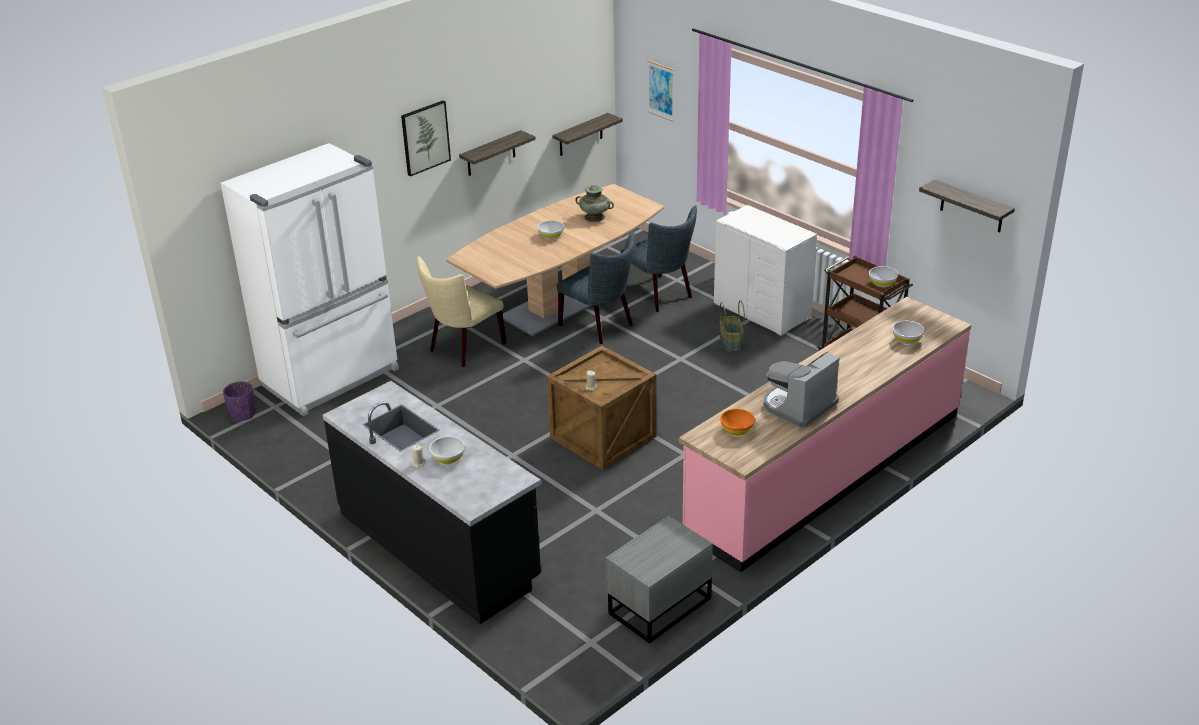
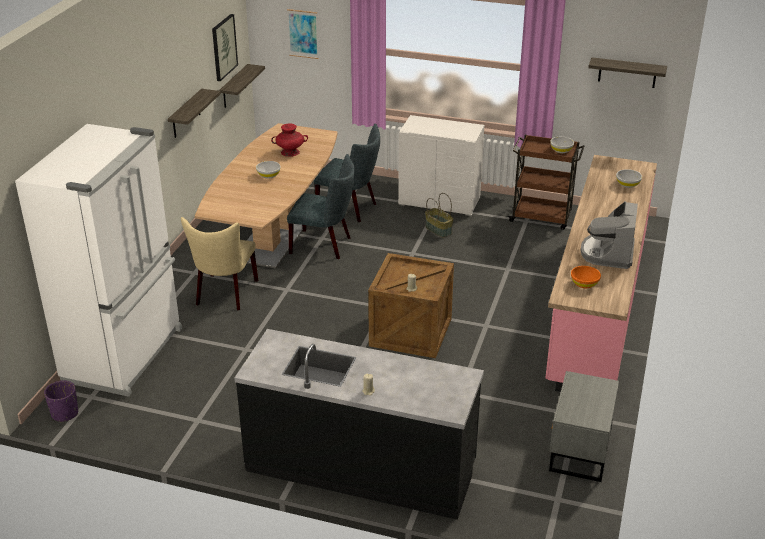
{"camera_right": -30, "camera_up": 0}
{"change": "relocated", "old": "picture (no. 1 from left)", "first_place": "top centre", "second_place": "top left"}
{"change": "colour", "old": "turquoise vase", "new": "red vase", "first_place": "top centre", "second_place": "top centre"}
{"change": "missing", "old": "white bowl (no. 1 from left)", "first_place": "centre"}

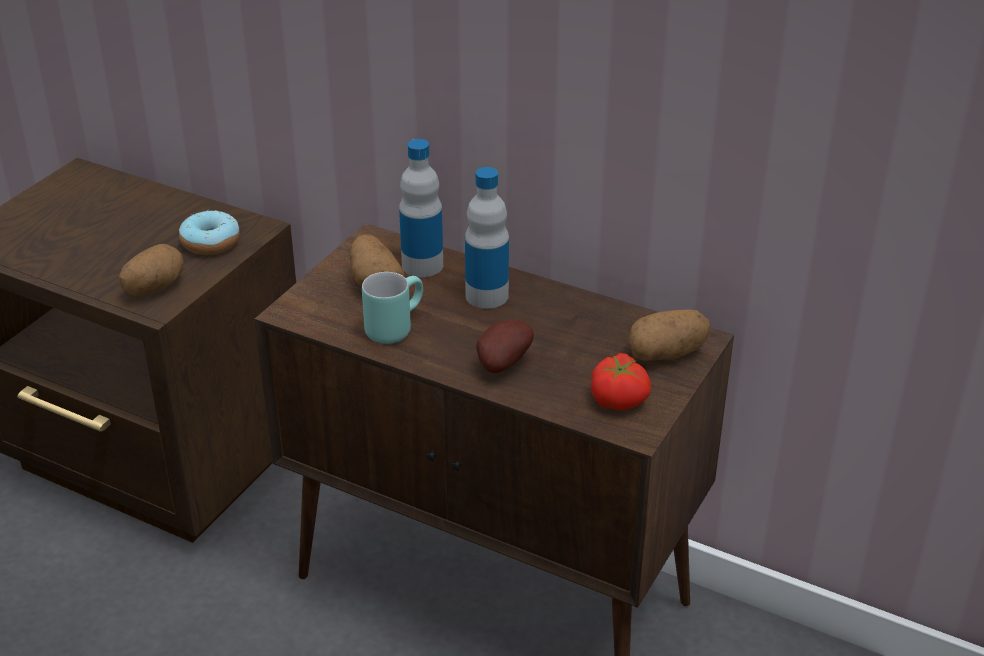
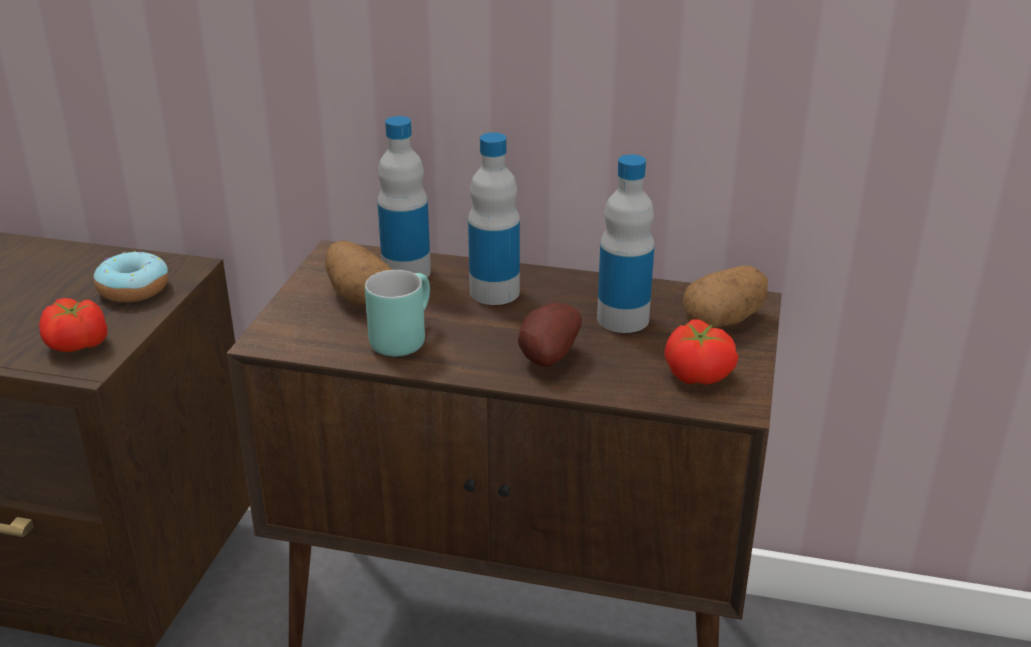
{"camera_right": -15, "camera_up": -5}
{"change": "exchanged", "old": "potato (no. 1 from left)", "new": "tomato (no. 1 from left)", "first_place": "middle left", "second_place": "middle left"}
{"change": "appeared", "new": "bottle (no. 3 from left)", "second_place": "centre"}

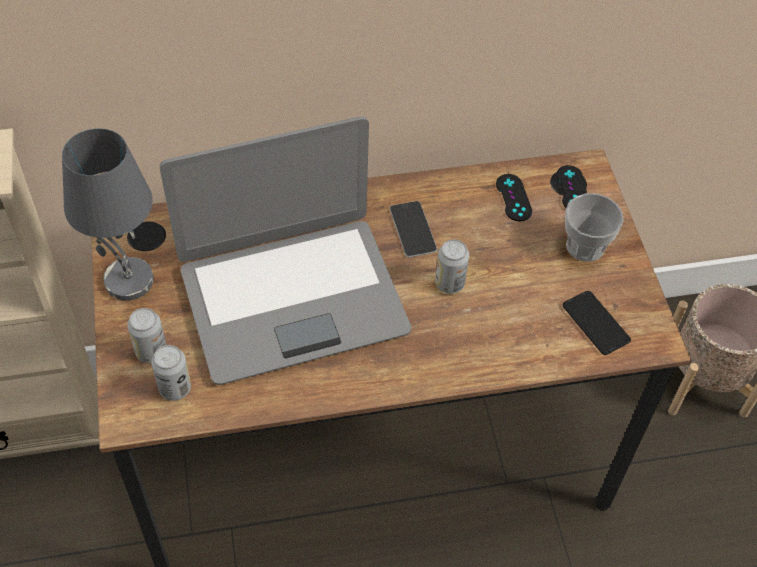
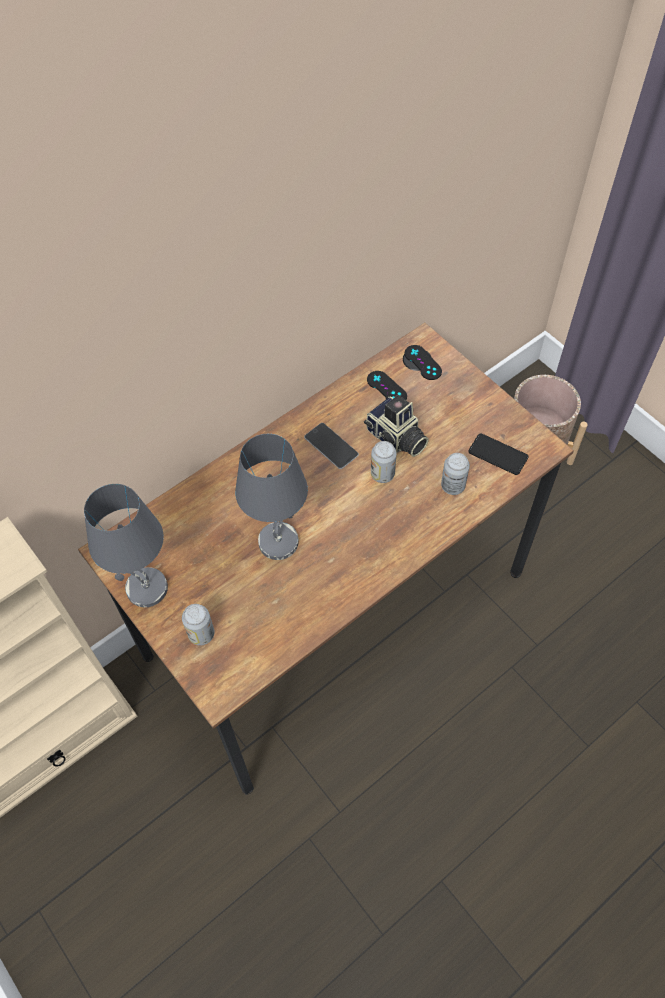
{"camera_right": -25, "camera_up": 5}
{"change": "exchanged", "old": "laptop", "new": "grey table lamp (no. 2 from left)", "first_place": "centre", "second_place": "centre"}
{"change": "missing", "old": "cup", "first_place": "middle right"}
{"change": "relocated", "old": "can (no. 2 from left in the first image)", "new": "can (no. 3 from left)", "first_place": "middle left", "second_place": "middle right"}
{"change": "appeared", "new": "photo camera", "second_place": "centre"}

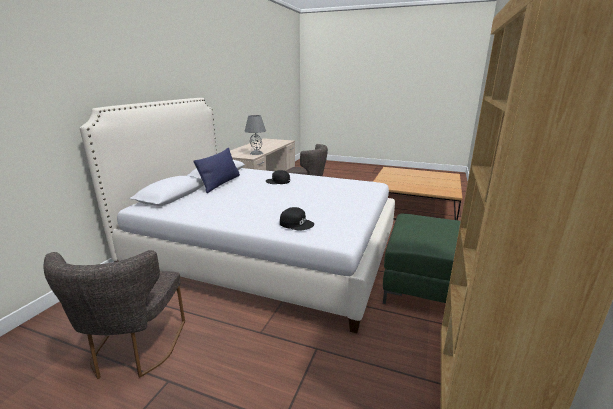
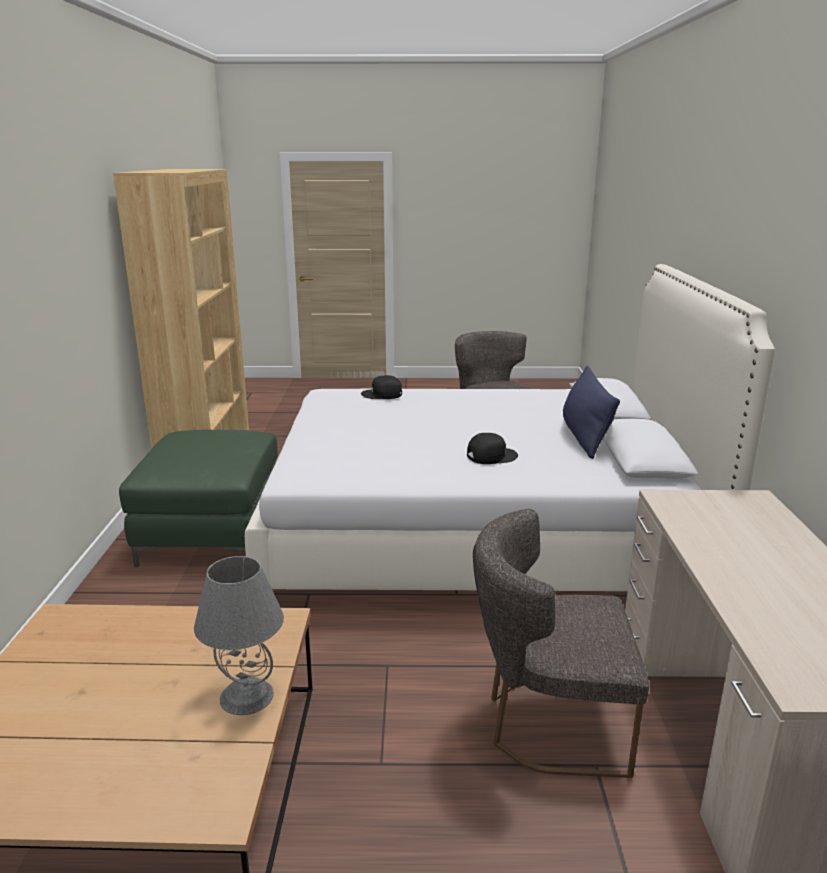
{"camera_right": 160, "camera_up": 0}
{"change": "relocated", "old": "grey table lamp", "first_place": "top centre", "second_place": "bottom left"}

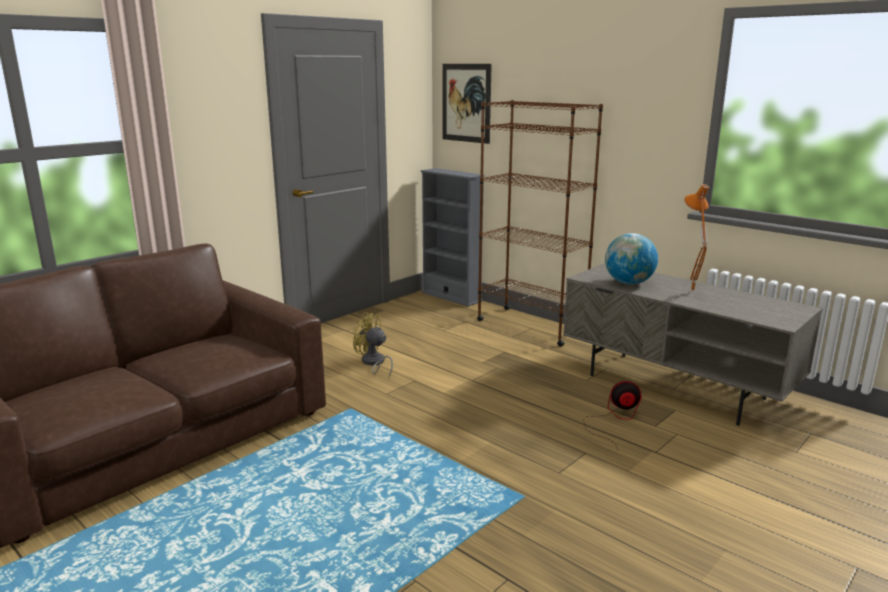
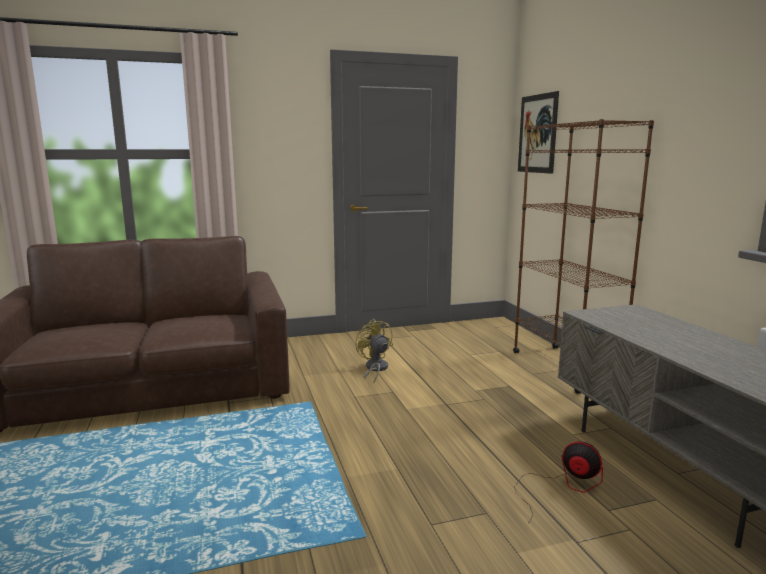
{"camera_right": 30, "camera_up": -5}
{"change": "missing", "old": "grey bookcase", "first_place": "centre"}
{"change": "missing", "old": "orange table lamp", "first_place": "middle right"}
{"change": "missing", "old": "globe", "first_place": "middle right"}

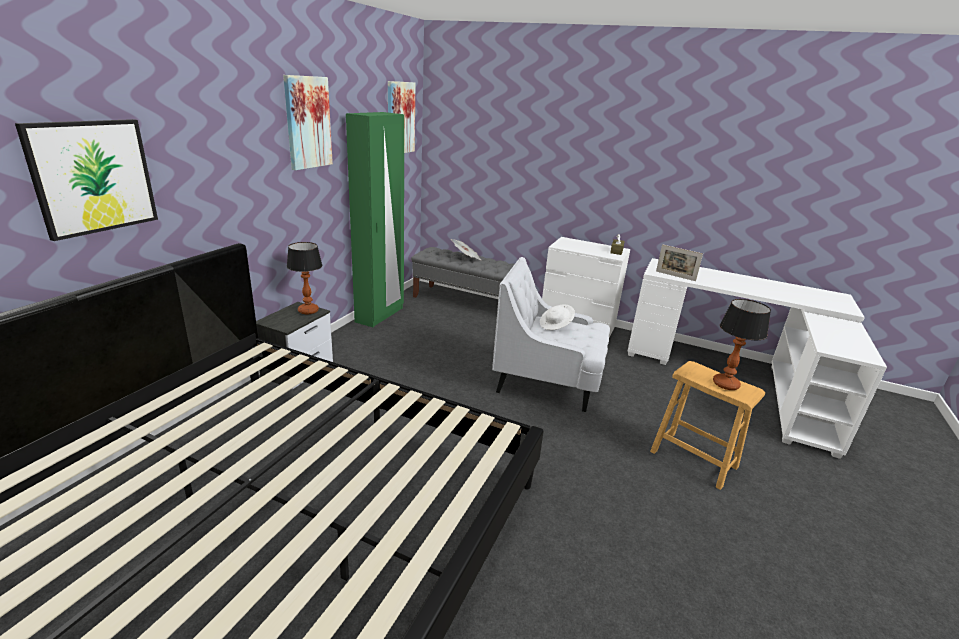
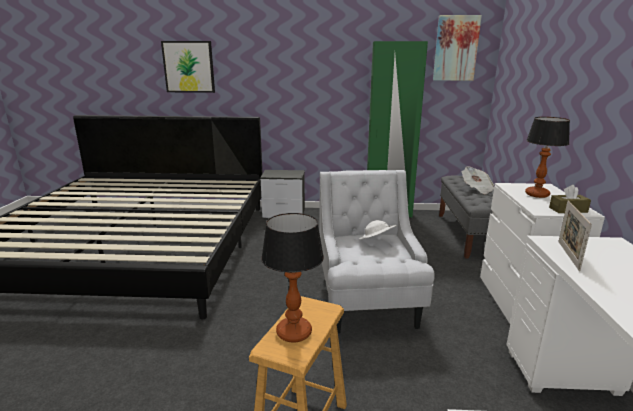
{"camera_right": 70, "camera_up": -5}
{"change": "missing", "old": "picture (no. 2 from left)", "first_place": "top left"}
{"change": "relocated", "old": "table lamp (no. 1 from left in the first image)", "new": "table lamp (no. 2 from left)", "first_place": "middle left", "second_place": "middle right"}

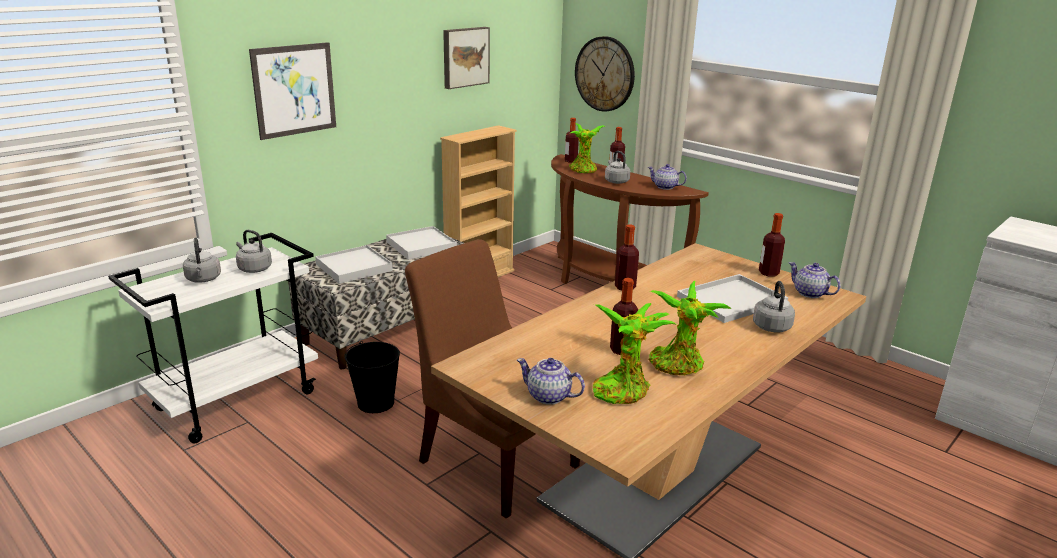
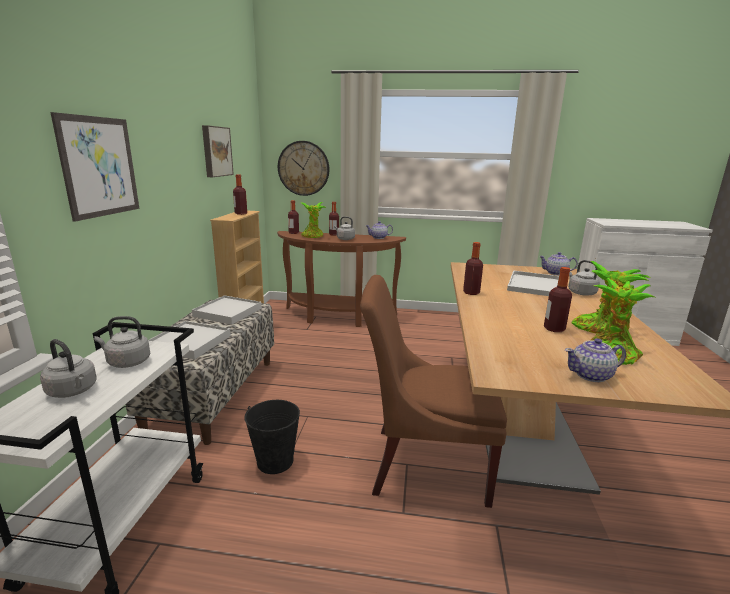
{"camera_right": -35, "camera_up": -5}
{"change": "relocated", "old": "bottle (no. 5 from left in the first image)", "new": "bottle (no. 1 from left)", "first_place": "middle right", "second_place": "top left"}

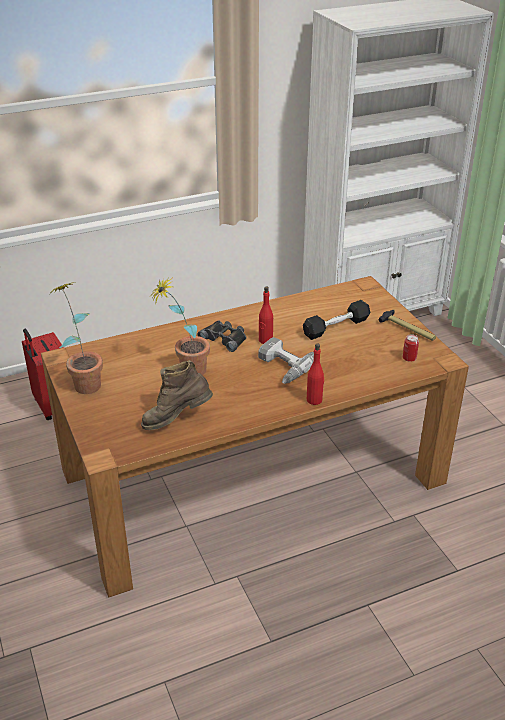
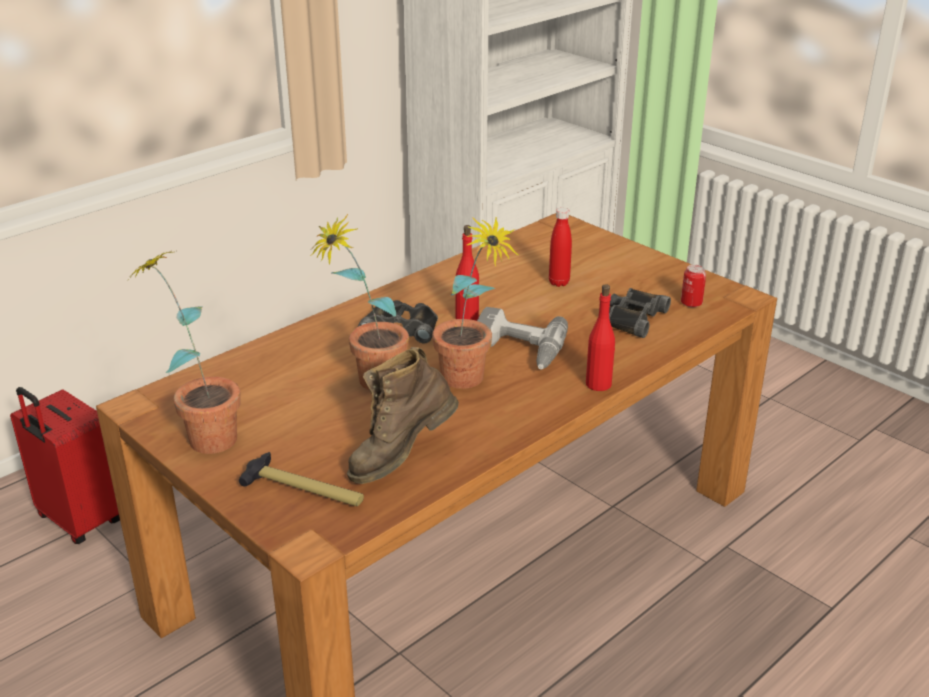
{"camera_right": -20, "camera_up": -5}
{"change": "exchanged", "old": "black dumbbell", "new": "red bottle (no. 2 from left)", "first_place": "centre", "second_place": "centre"}
{"change": "relocated", "old": "hammer", "first_place": "middle right", "second_place": "bottom left"}
{"change": "appeared", "new": "potted plant (no. 3 from left)", "second_place": "centre"}
{"change": "appeared", "new": "black binoculars (no. 2 from left)", "second_place": "middle right"}

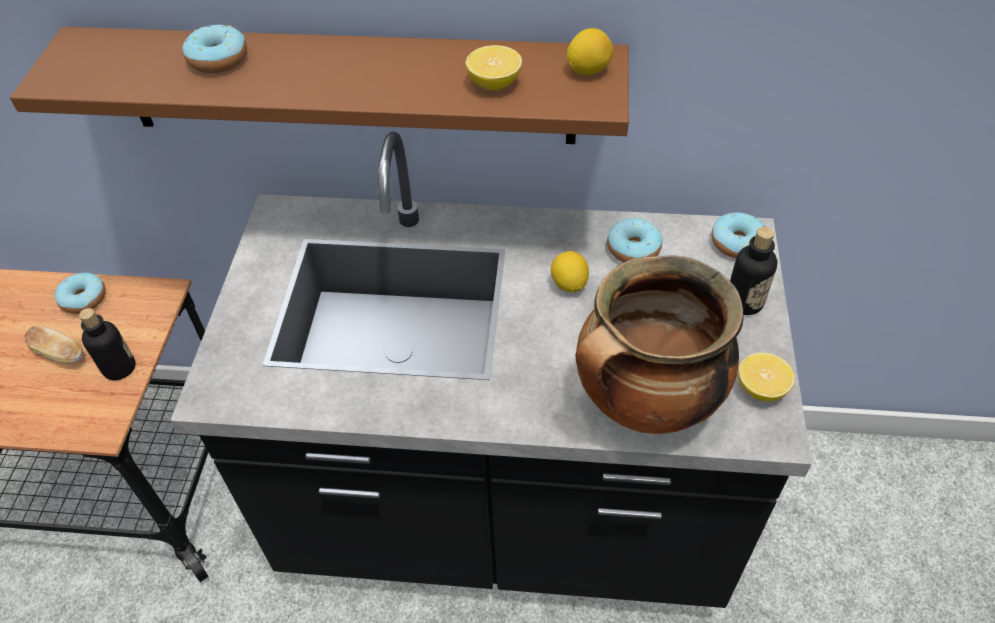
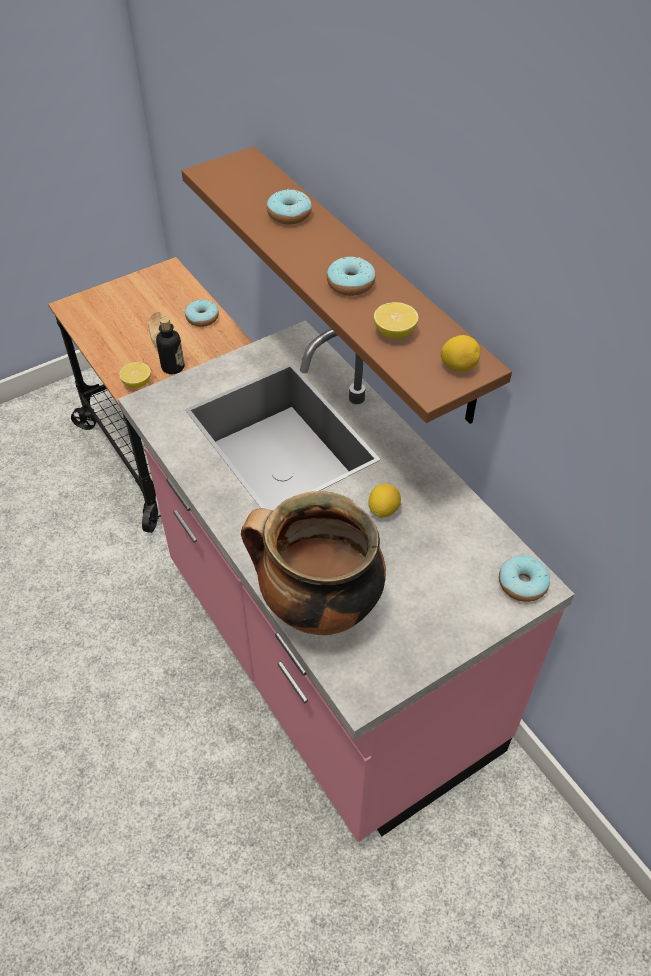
{"camera_right": 50, "camera_up": 0}
{"change": "colour", "old": "black counter", "new": "pink counter", "first_place": "centre", "second_place": "centre"}
{"change": "relocated", "old": "donut (no. 3 from left)", "first_place": "centre", "second_place": "top centre"}
{"change": "missing", "old": "bottle (no. 2 from left)", "first_place": "middle right"}
{"change": "relocated", "old": "lemon (no. 4 from left in the first image)", "new": "lemon (no. 1 from left)", "first_place": "middle right", "second_place": "middle left"}

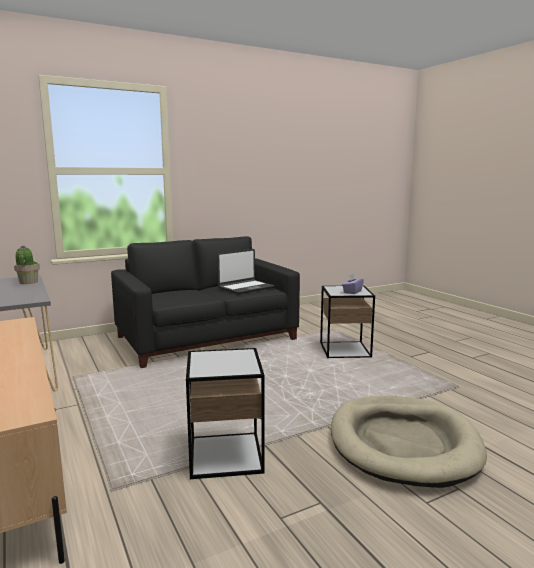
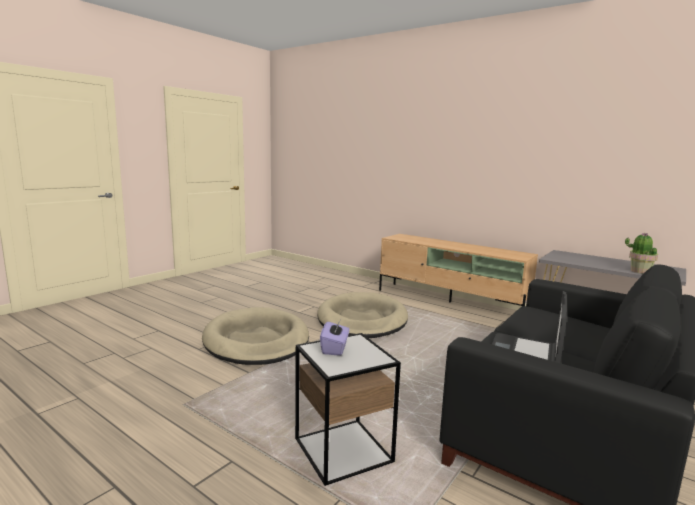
{"camera_right": 155, "camera_up": 0}
{"change": "exchanged", "old": "side table (no. 1 from left)", "new": "beige dog bed (no. 2 from left)", "first_place": "bottom centre", "second_place": "centre"}

